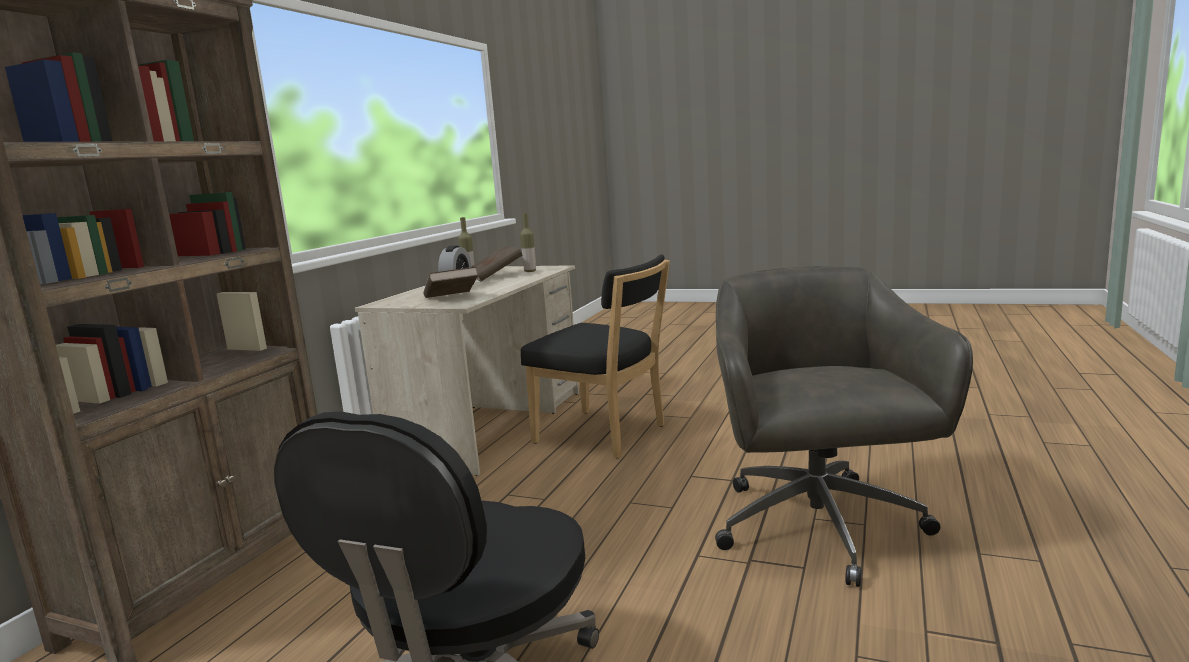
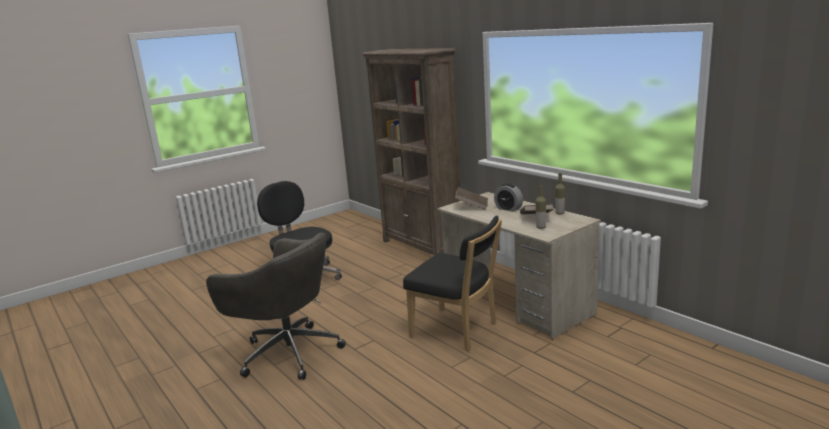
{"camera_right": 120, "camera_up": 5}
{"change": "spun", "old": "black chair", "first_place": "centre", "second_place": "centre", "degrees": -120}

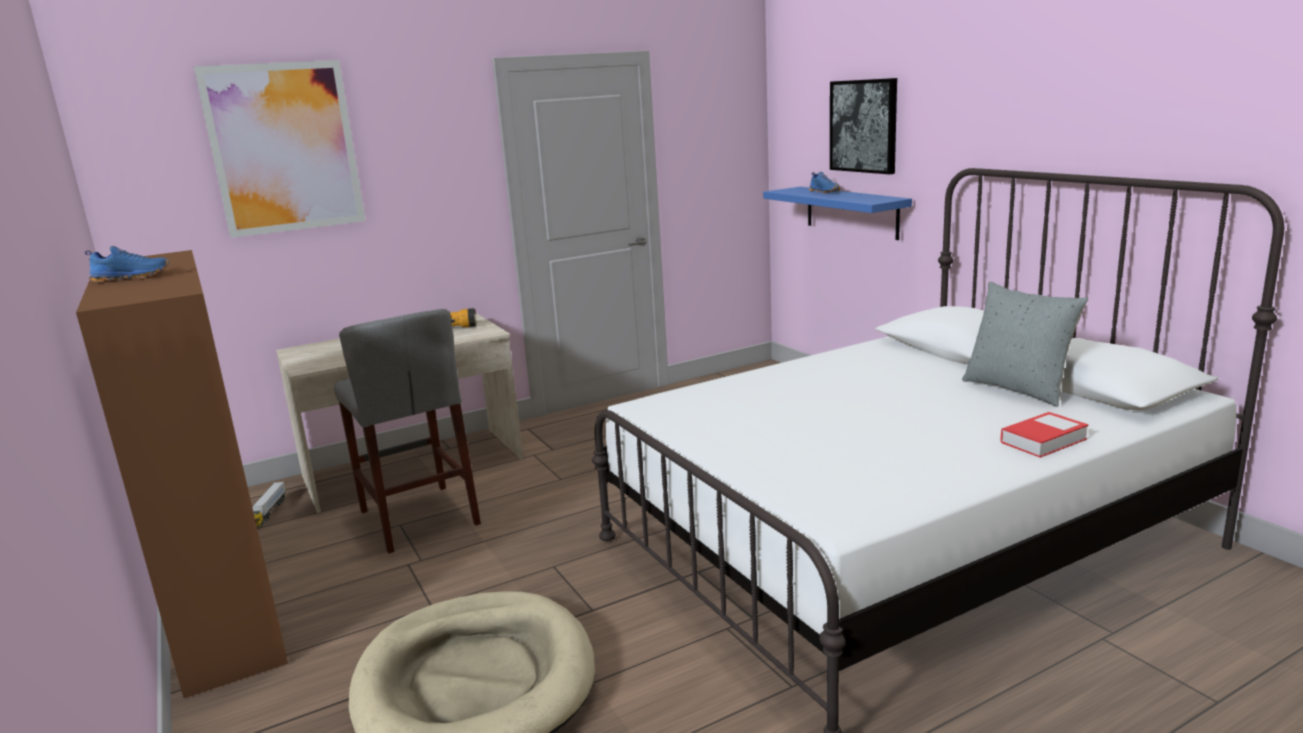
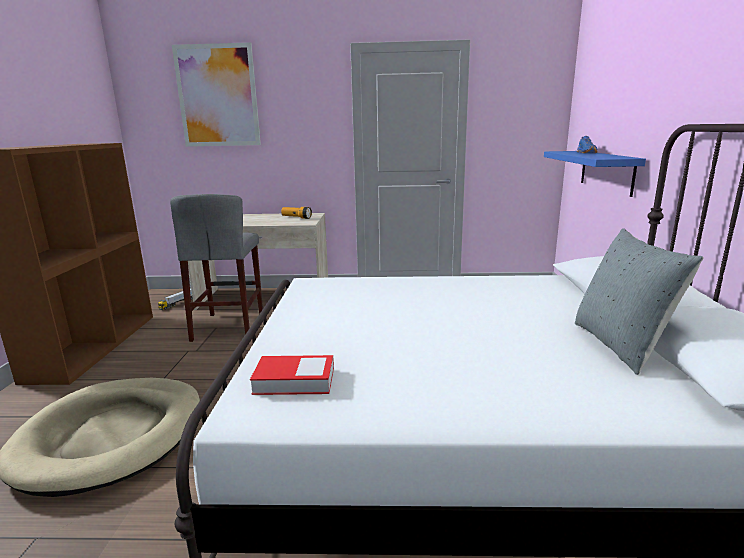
{"camera_right": 30, "camera_up": 0}
{"change": "missing", "old": "picture (no. 2 from left)", "first_place": "top centre"}
{"change": "missing", "old": "blue shoe (no. 1 from left)", "first_place": "middle left"}
{"change": "relocated", "old": "book", "first_place": "middle right", "second_place": "bottom centre"}

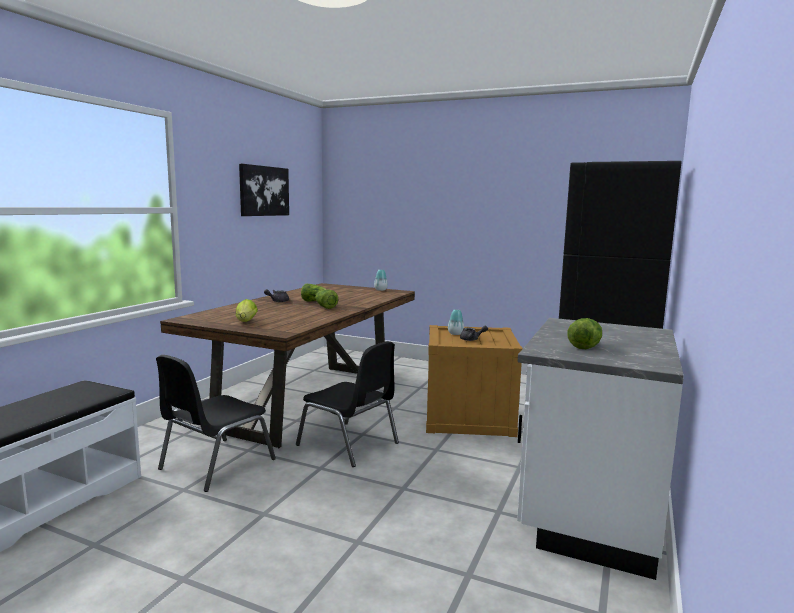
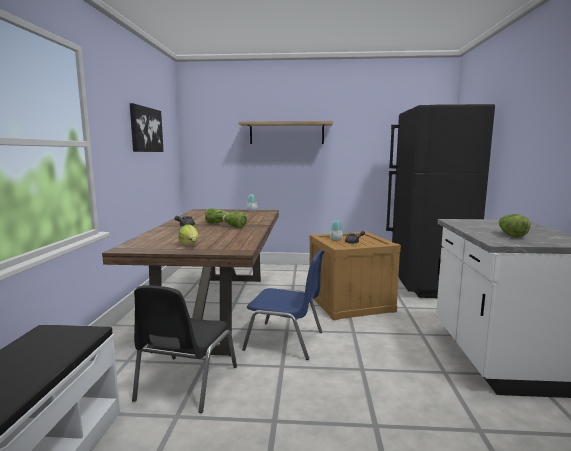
{"camera_right": -20, "camera_up": 0}
{"change": "colour", "old": "black chair (no. 2 from left)", "new": "blue chair", "first_place": "centre", "second_place": "bottom centre"}
{"change": "appeared", "new": "shelf", "second_place": "top centre"}

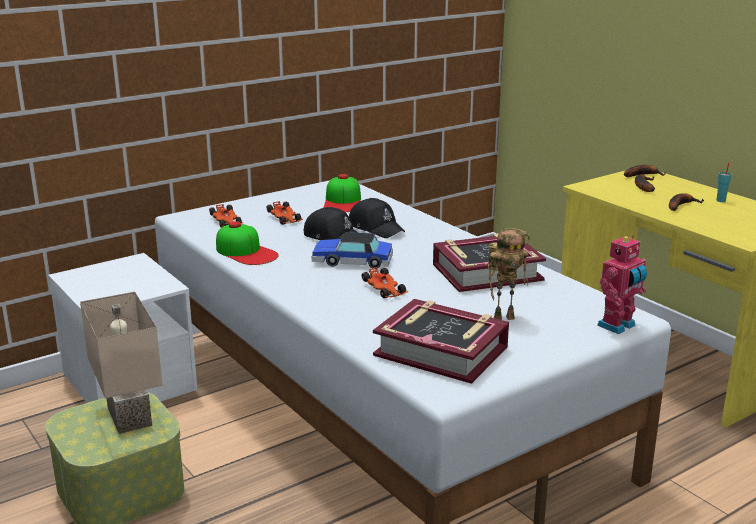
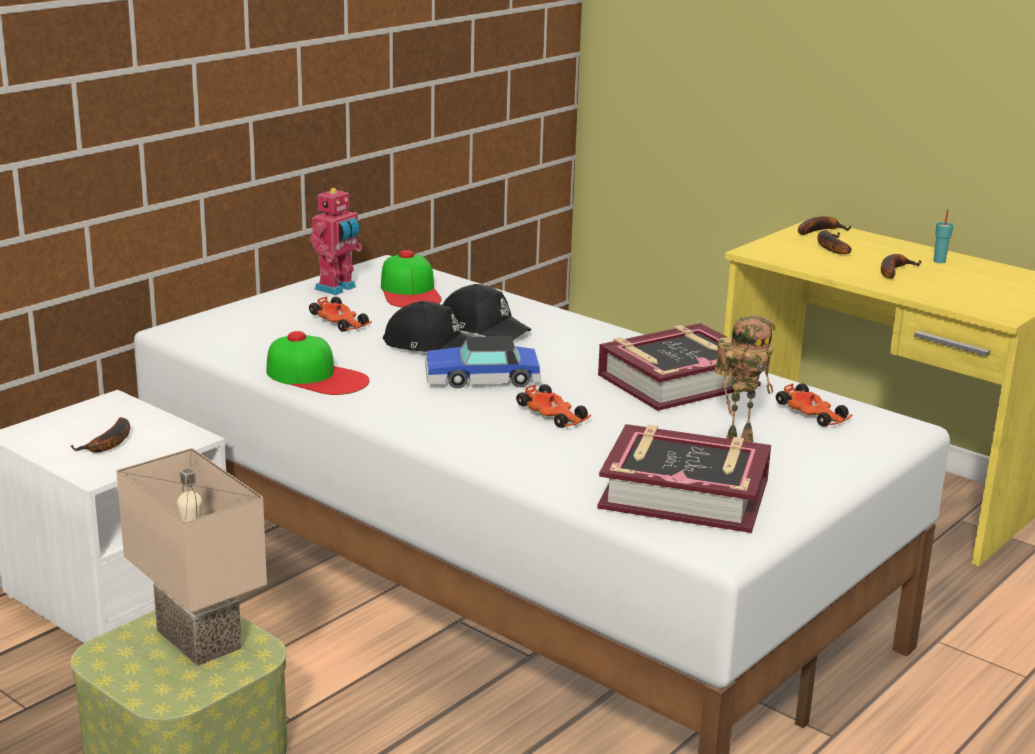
{"camera_right": -15, "camera_up": 0}
{"change": "relocated", "old": "toy car (no. 1 from left in the first image)", "new": "toy car (no. 4 from left)", "first_place": "middle left", "second_place": "middle right"}
{"change": "relocated", "old": "toy robot (no. 2 from left in the first image)", "new": "toy robot (no. 1 from left)", "first_place": "middle right", "second_place": "top left"}
{"change": "appeared", "new": "banana (no. 1 from left)", "second_place": "middle left"}

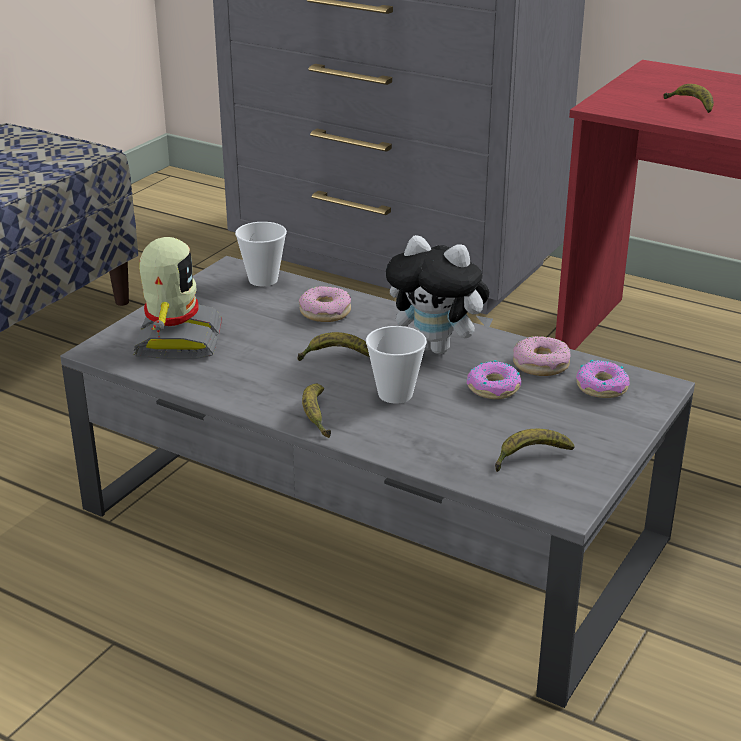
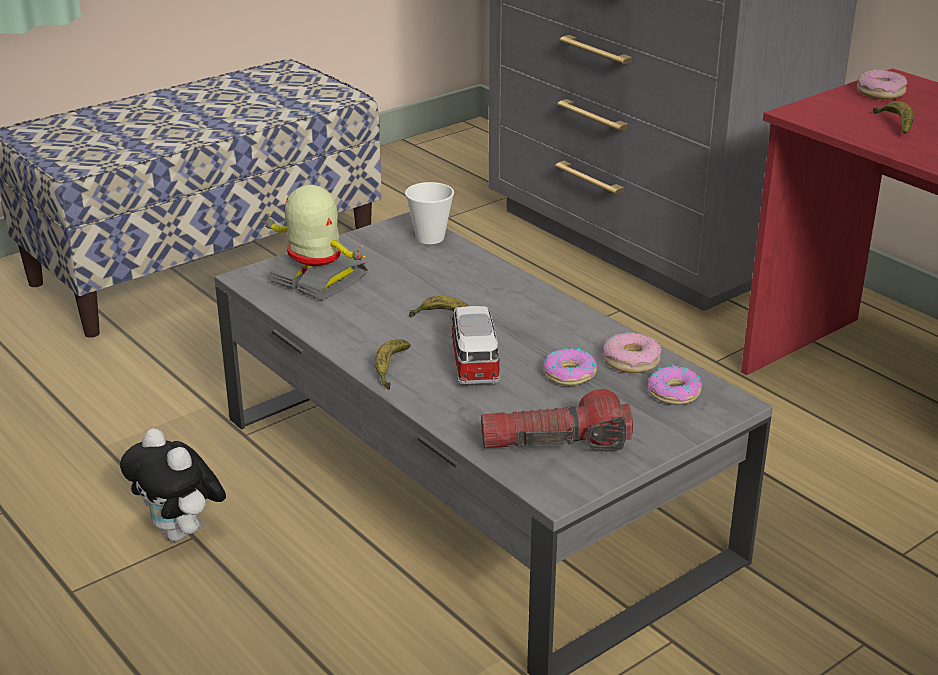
{"camera_right": 20, "camera_up": 0}
{"change": "relocated", "old": "plush toy", "first_place": "centre", "second_place": "bottom left"}
{"change": "spun", "old": "toy robot", "first_place": "middle left", "second_place": "centre", "degrees": -75}
{"change": "relocated", "old": "donut (no. 1 from left in the first image)", "new": "donut (no. 4 from left)", "first_place": "centre", "second_place": "top right"}
{"change": "exchanged", "old": "cup (no. 2 from left)", "new": "toy car", "first_place": "centre", "second_place": "centre"}
{"change": "exchanged", "old": "banana (no. 3 from left)", "new": "flashlight", "first_place": "middle right", "second_place": "centre"}

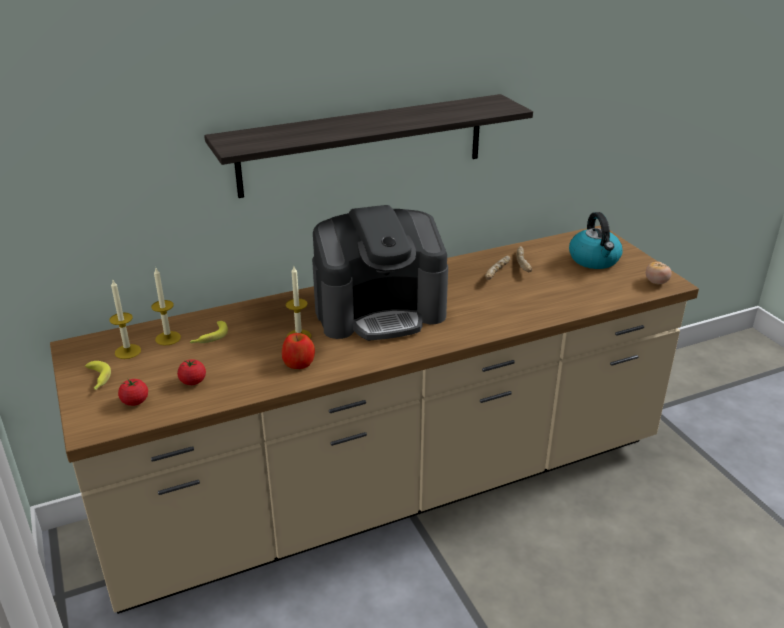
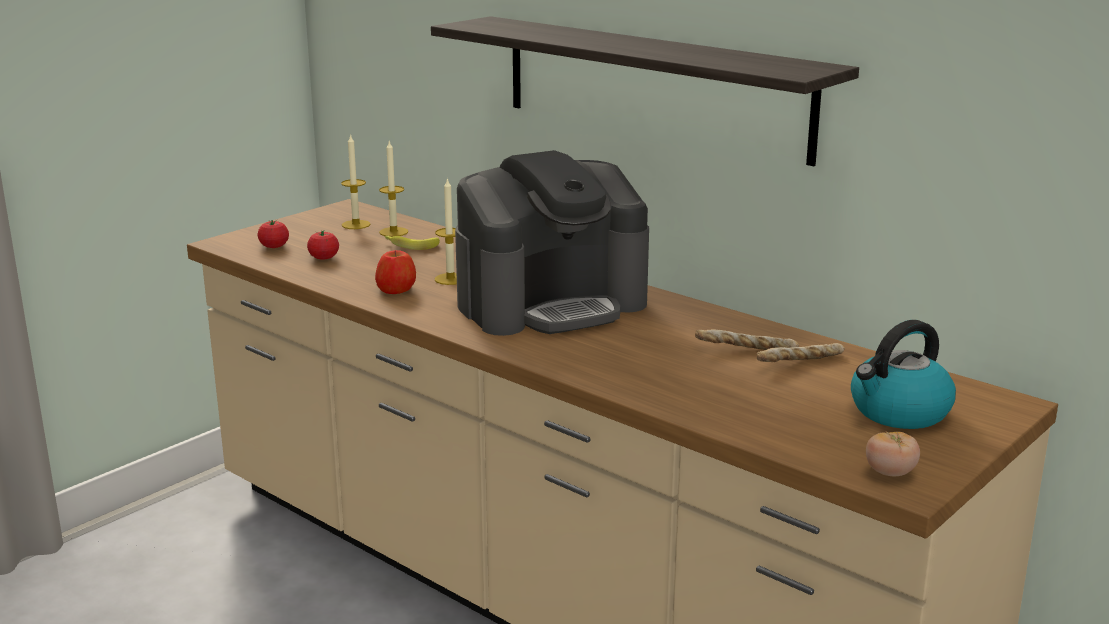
{"camera_right": 65, "camera_up": -10}
{"change": "spun", "old": "coffee machine", "first_place": "centre", "second_place": "centre", "degrees": -75}
{"change": "missing", "old": "banana (no. 1 from left)", "first_place": "middle left"}

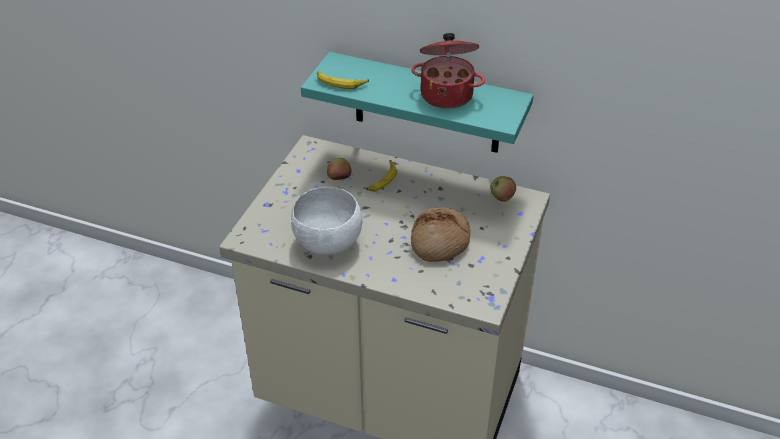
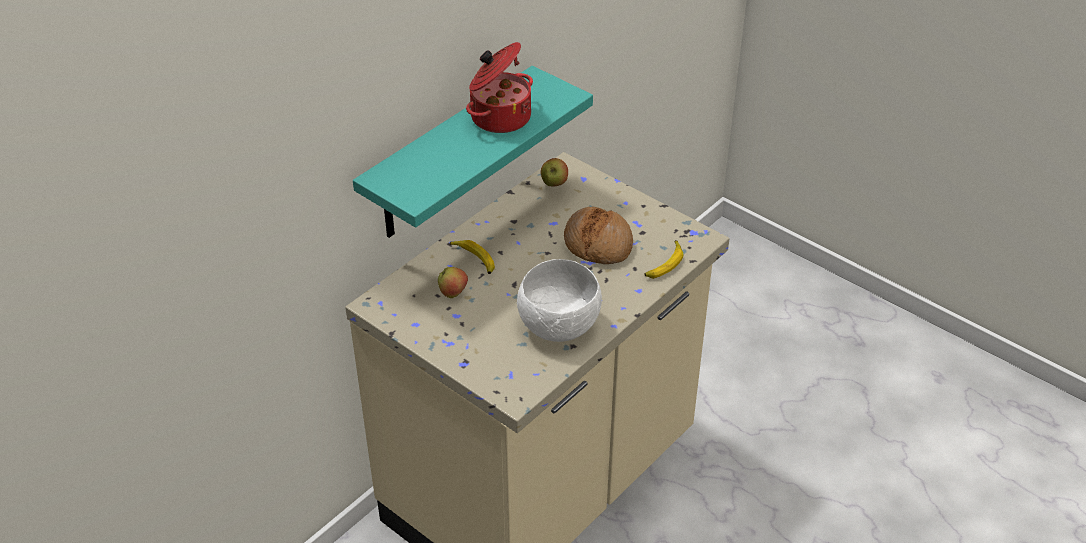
{"camera_right": -70, "camera_up": 0}
{"change": "relocated", "old": "banana (no. 1 from left in the first image)", "new": "banana (no. 2 from left)", "first_place": "top centre", "second_place": "centre"}

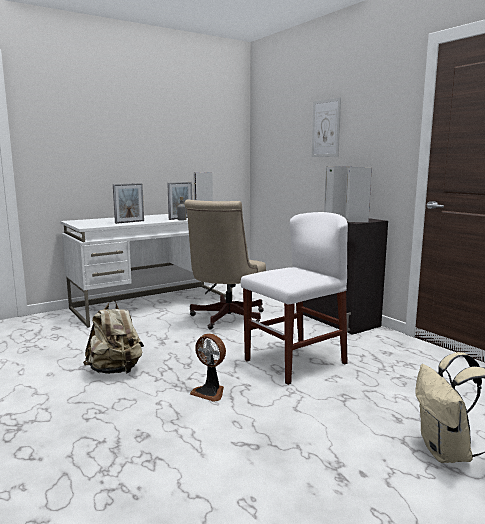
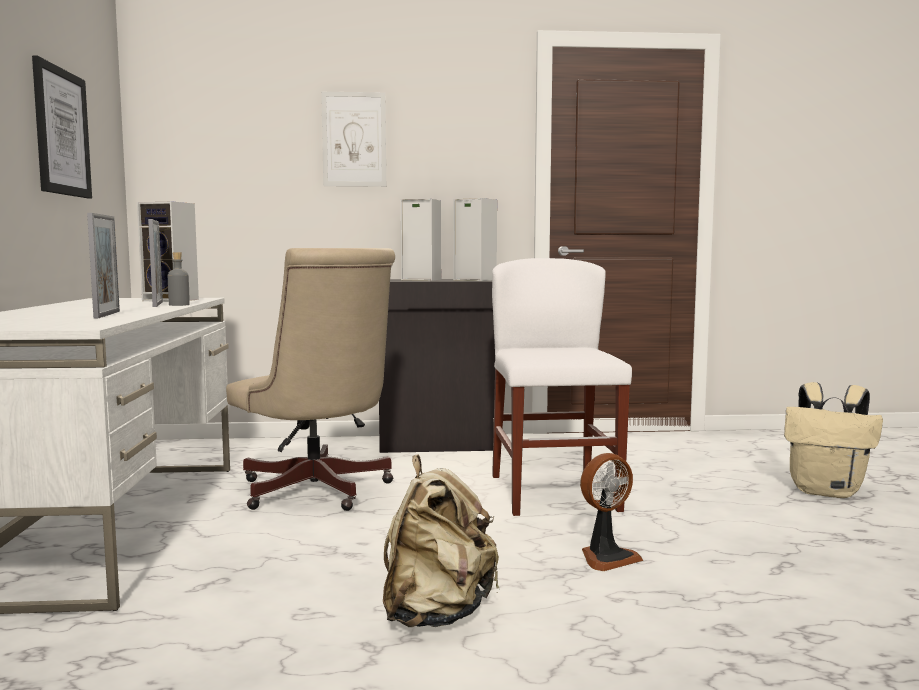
{"camera_right": -60, "camera_up": -5}
{"change": "appeared", "new": "picture (no. 1 from left)", "second_place": "top left"}

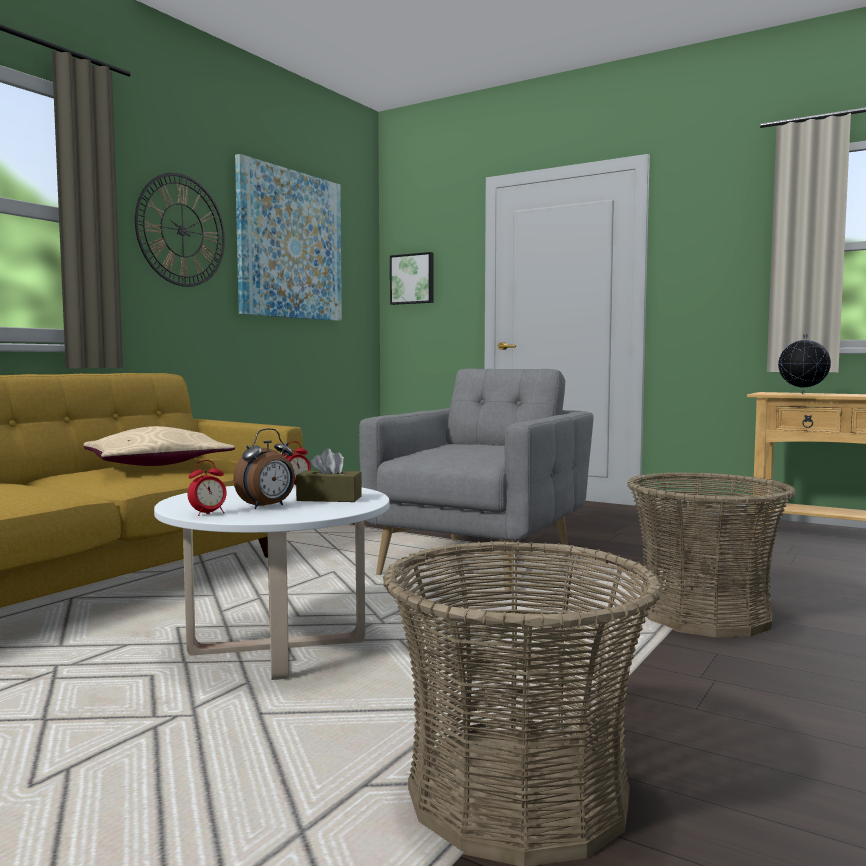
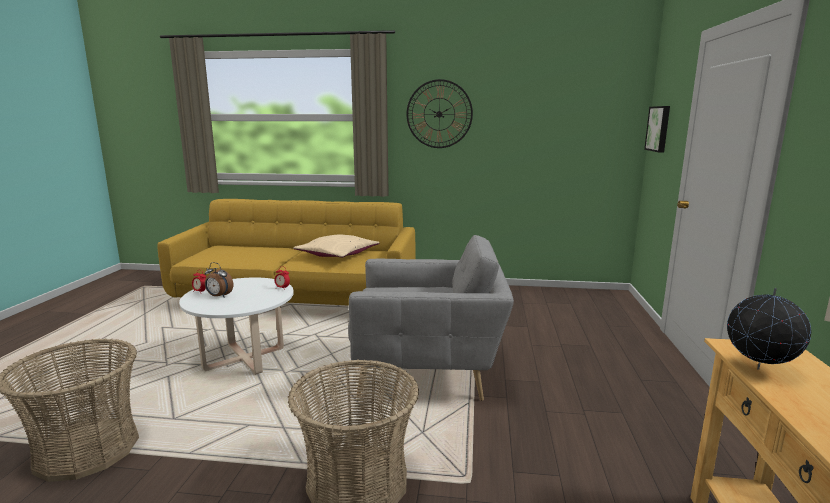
{"camera_right": 65, "camera_up": 10}
{"change": "missing", "old": "picture (no. 1 from left)", "first_place": "top left"}
{"change": "missing", "old": "brown tissue box", "first_place": "centre"}

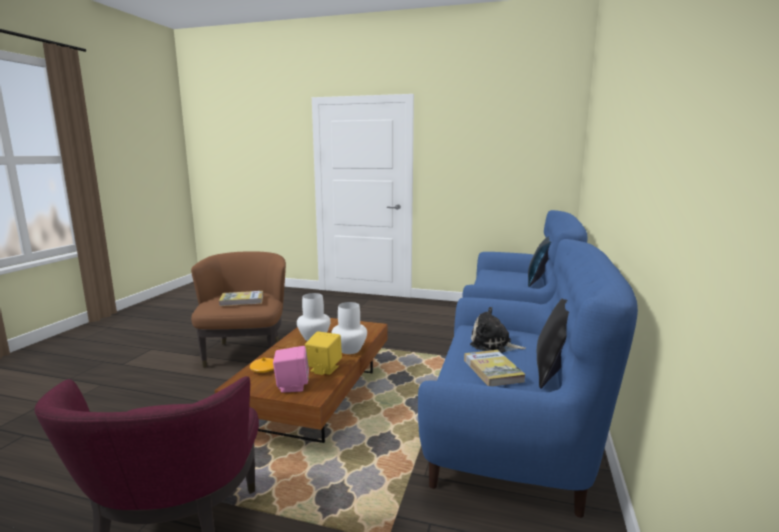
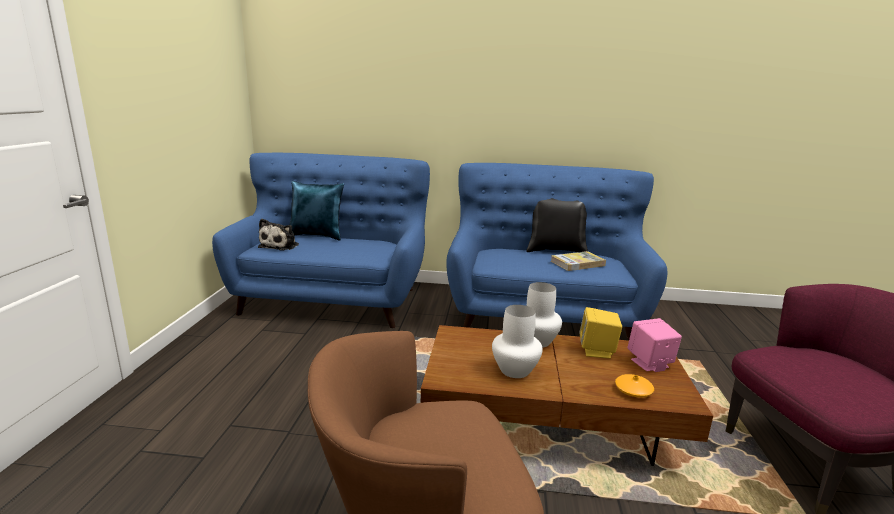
{"camera_right": -100, "camera_up": 5}
{"change": "missing", "old": "book (no. 1 from left)", "first_place": "middle left"}
{"change": "relocated", "old": "plush toy", "first_place": "centre", "second_place": "middle left"}

